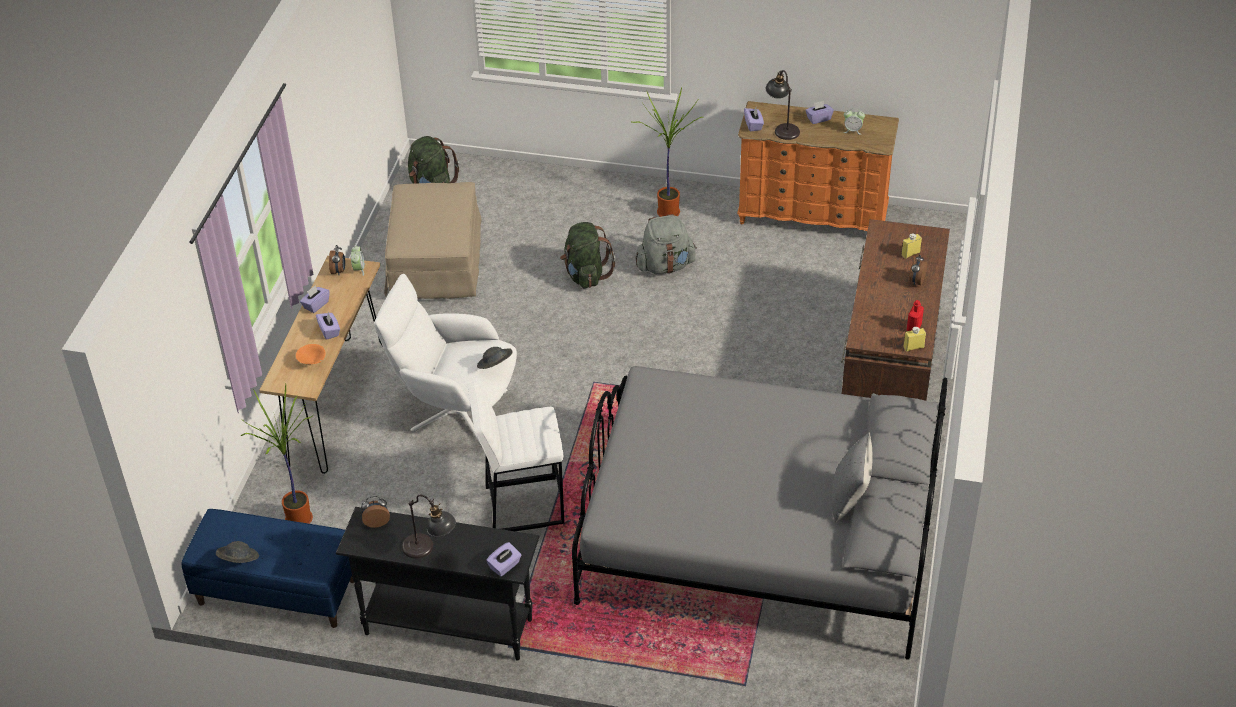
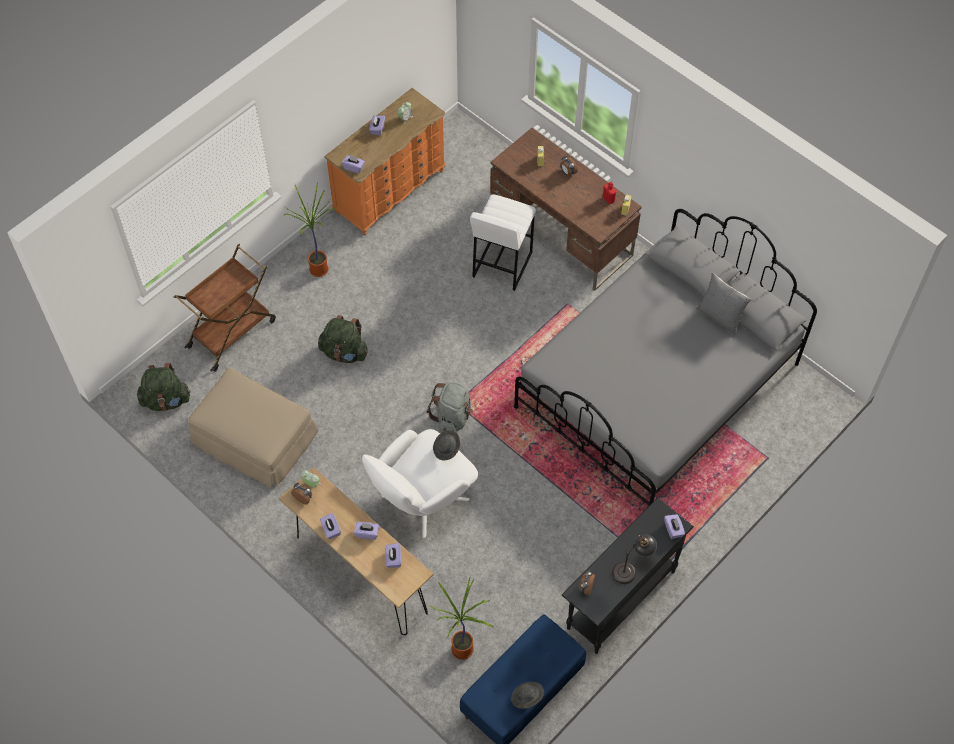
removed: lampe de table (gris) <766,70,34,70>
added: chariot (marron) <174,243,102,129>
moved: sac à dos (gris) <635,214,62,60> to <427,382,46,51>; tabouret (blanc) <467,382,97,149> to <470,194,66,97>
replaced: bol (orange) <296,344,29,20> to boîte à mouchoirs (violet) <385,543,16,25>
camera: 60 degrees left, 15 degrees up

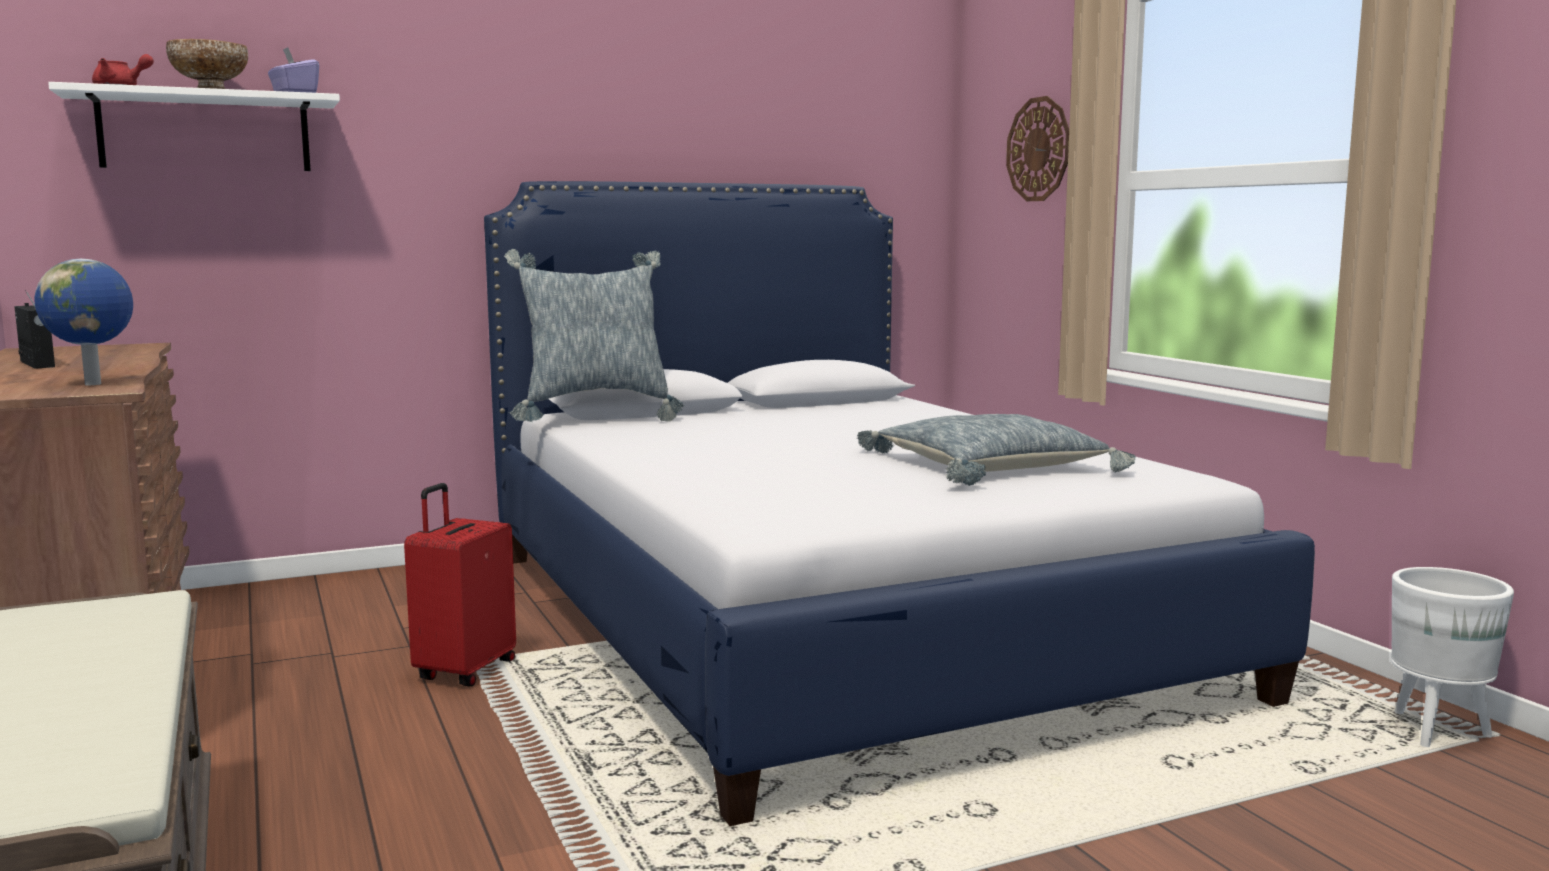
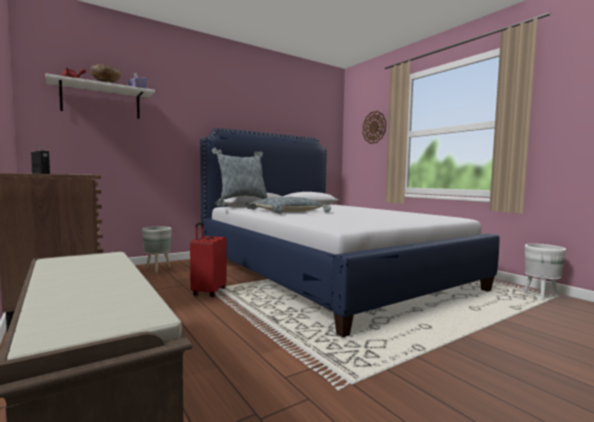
removed: globe <35,259,98,126>
added: cache-pot (gris) <142,227,30,45>
moved: coussin <857,414,279,72> to <245,197,86,17>
camera: 10 degrees left, 5 degrees down

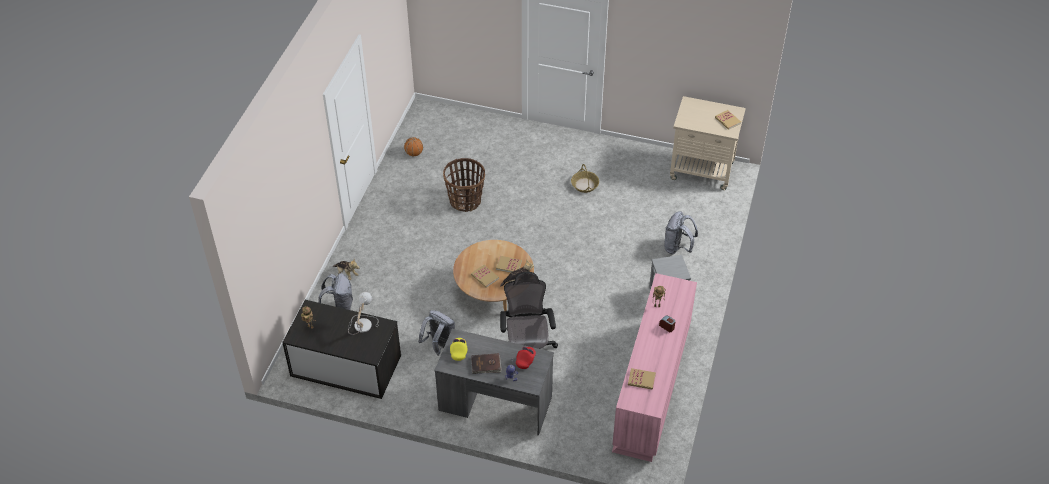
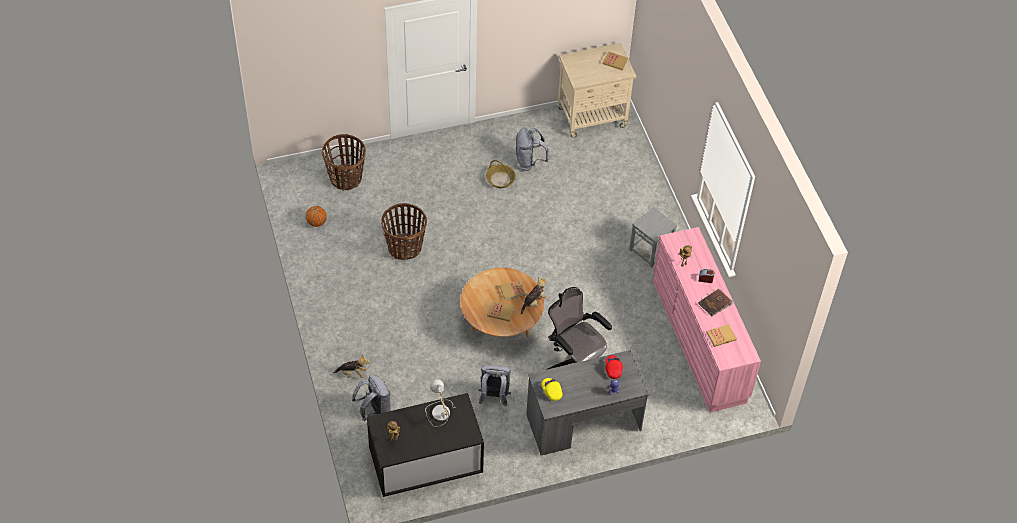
added: panier <322,134,44,56>
moved: sac à dos (gris) <664,211,34,43> to <515,128,33,43>; livre (marron) <471,353,31,21> to <698,289,35,27>
camera: 35 degrees left, 5 degrees up

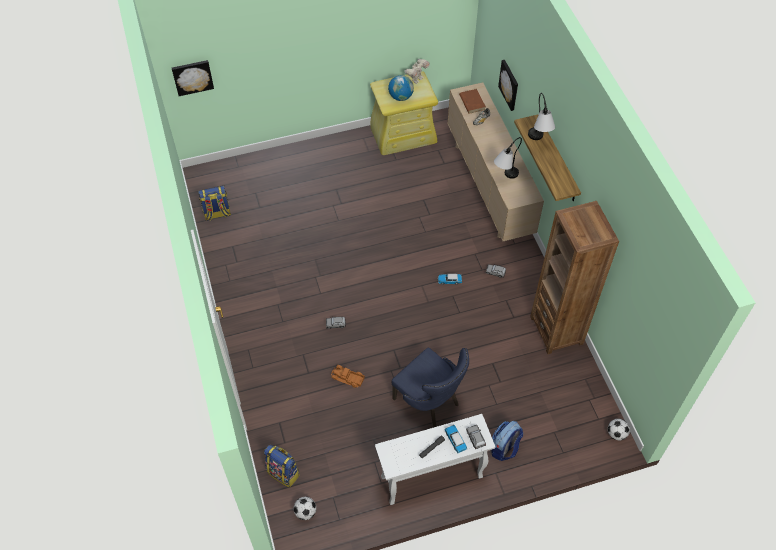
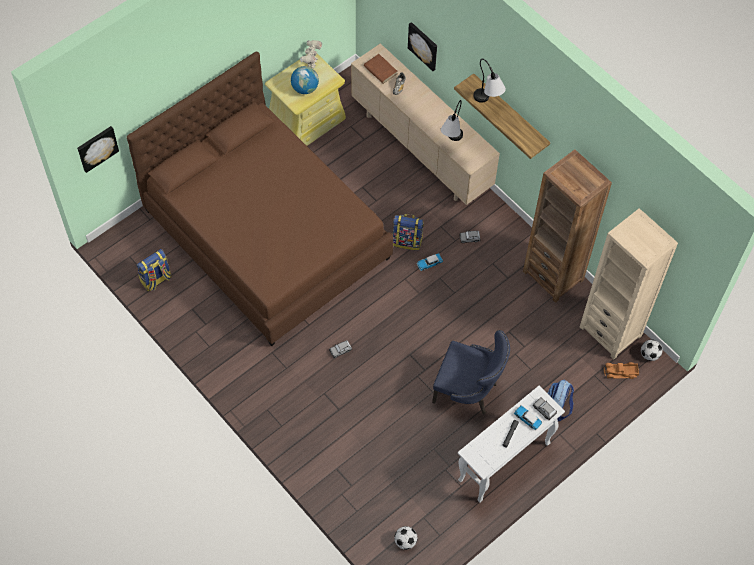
added: lit (marron) <127,52,266,294>; bibliothèque (beige) <580,208,98,152>
moved: sac à dos <264,445,36,43> to <393,214,31,36>; camion jouet <331,365,34,23> to <604,362,35,17>
camera: 25 degrees left, 5 degrees up

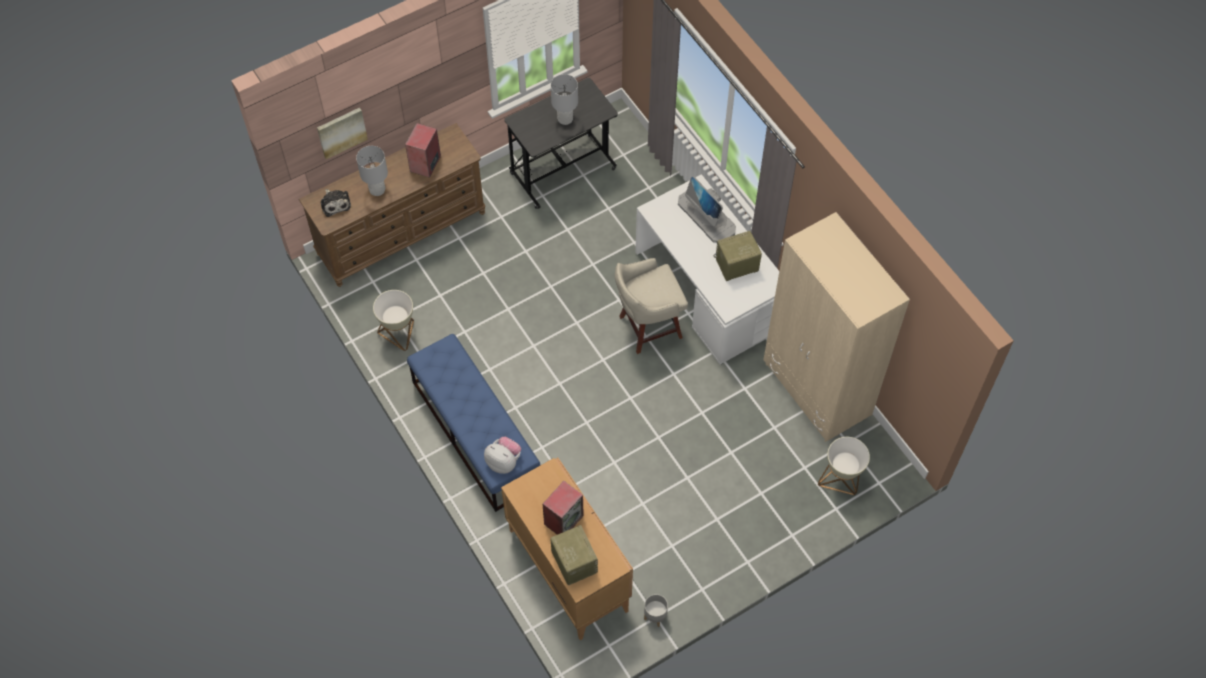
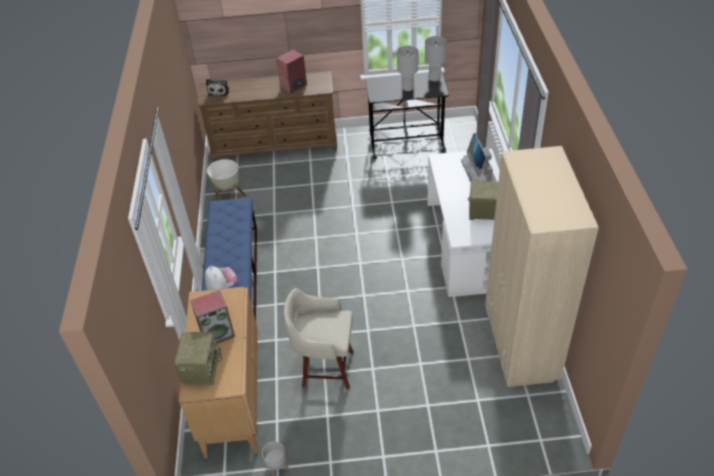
removed: tableau <317,108,51,51>; cache-pot <818,437,52,58>
moved: tabouret (beige) <615,258,73,96> to <283,288,71,101>; lampe de table (gris) <356,146,32,50> to <425,36,21,45>
camera: 30 degrees right, 15 degrees down

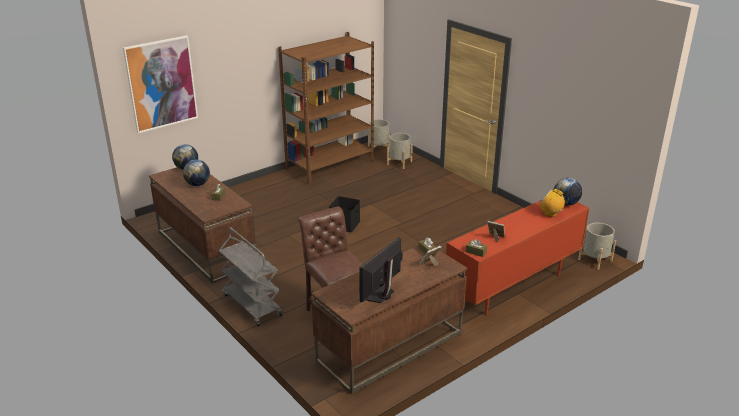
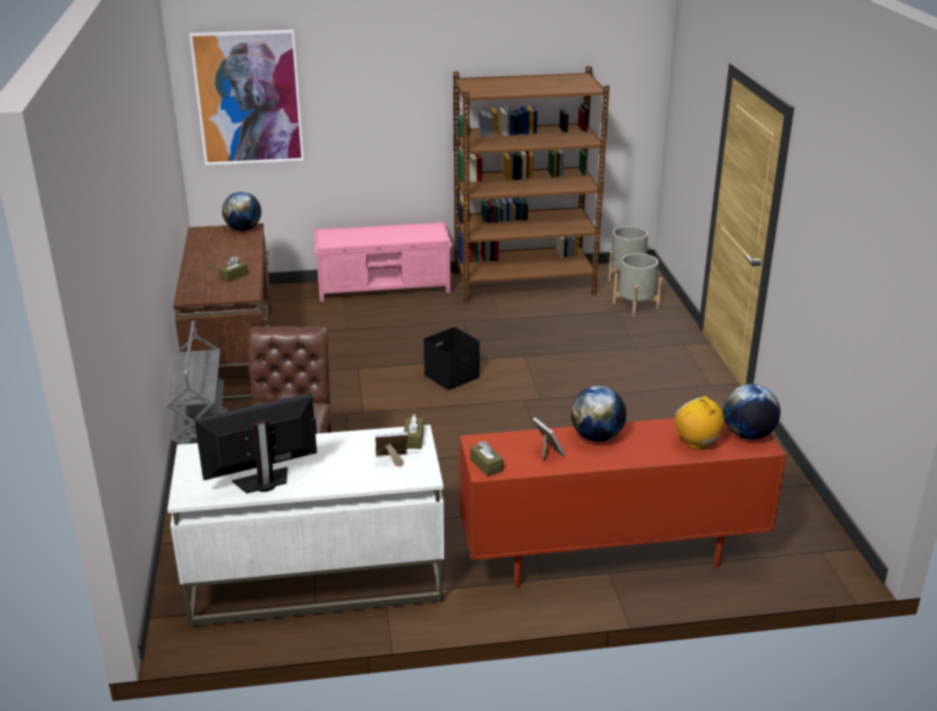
removed: cache-pot (gris) <578,223,38,47>
added: banc (rose) <314,222,138,80>
moved: globe <183,160,27,26> to <571,386,55,56>
recoloured: bureau (marron) <311,245,156,149> to bureau (blanc) <167,425,277,203>
camera: 30 degrees right, 0 degrees up

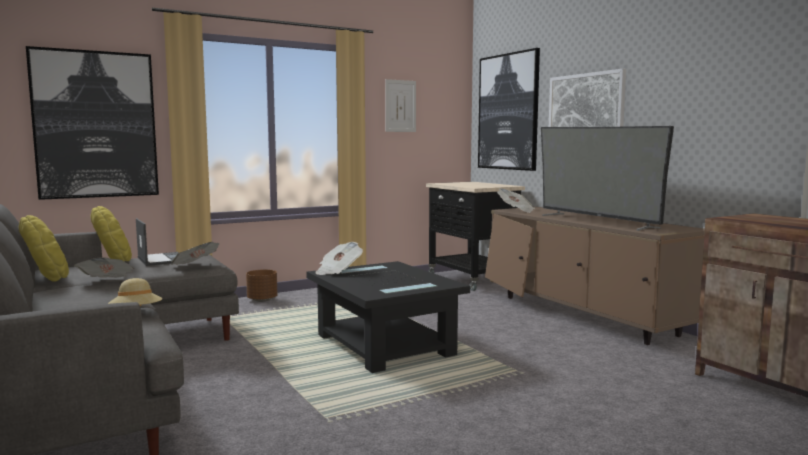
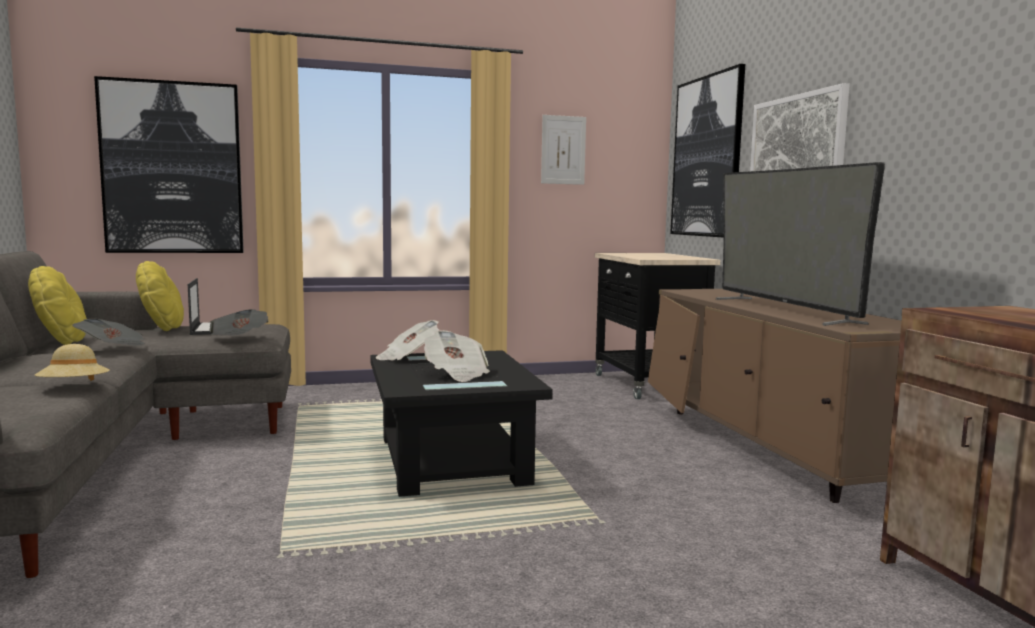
removed: cache-pot (marron) <246,269,32,33>
moved: journal <497,188,38,25> to <424,330,66,52>
camera: 15 degrees right, 0 degrees up

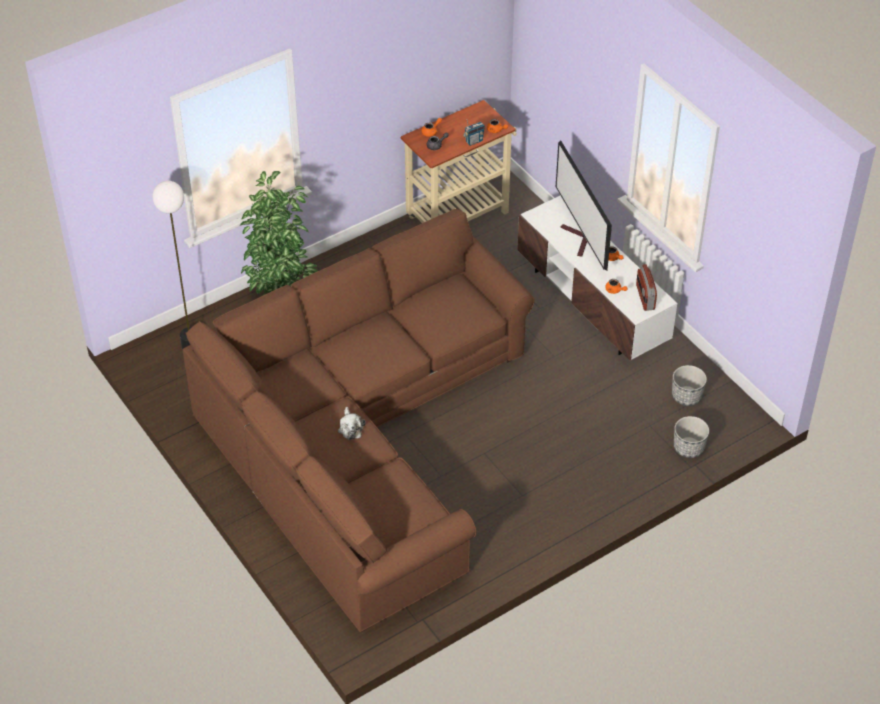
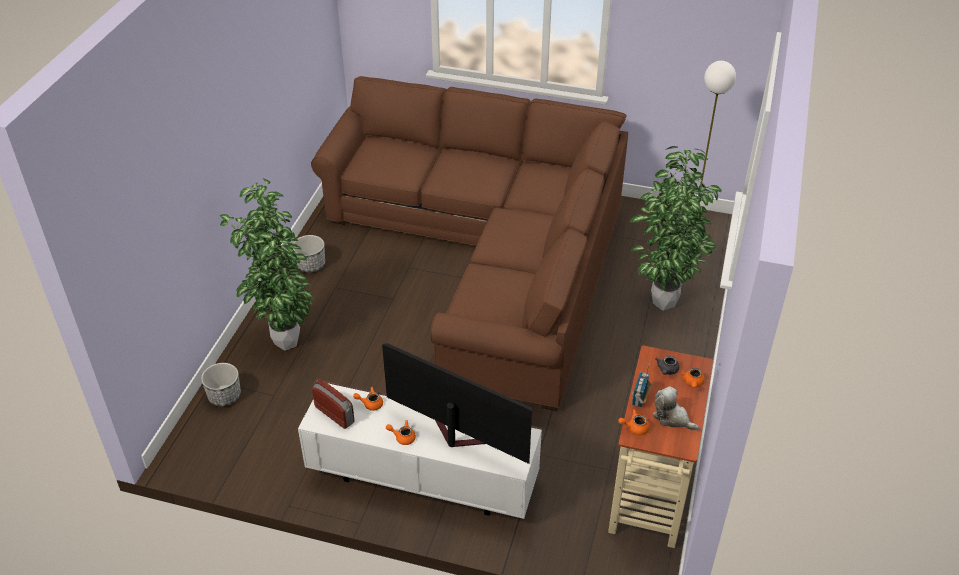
added: plante en pot <220,178,94,173>
moved: cache-pot <672,365,35,41> to <292,235,33,38>; peluche <338,407,27,33> to <653,386,46,45>
camera: 140 degrees right, 5 degrees down

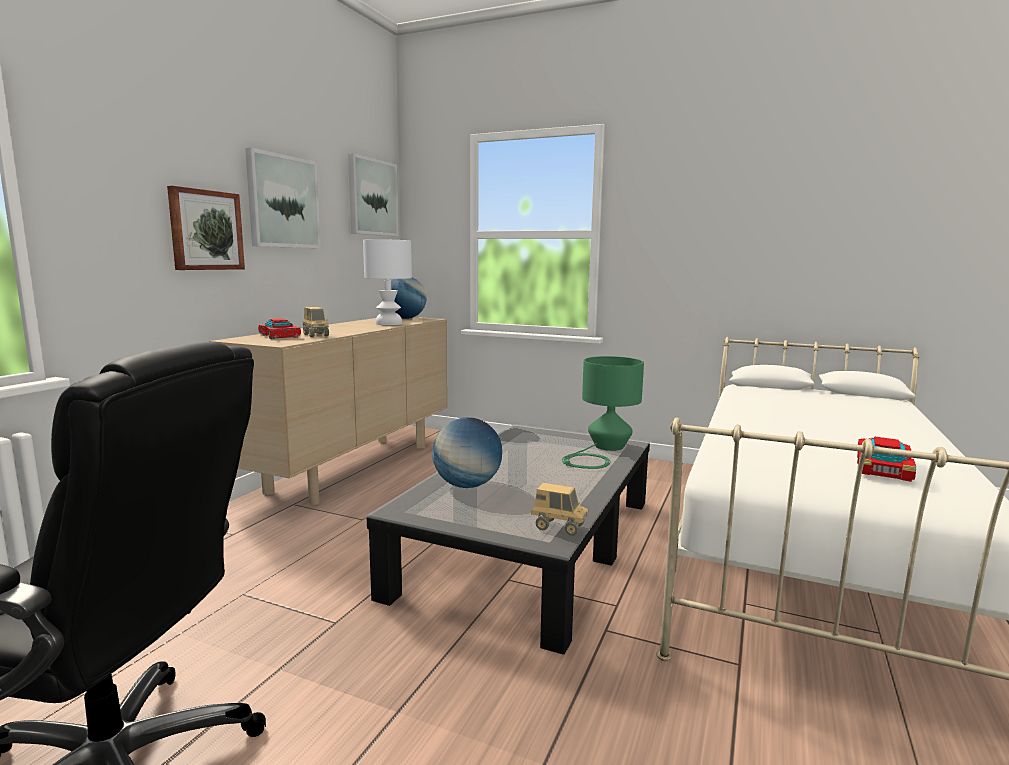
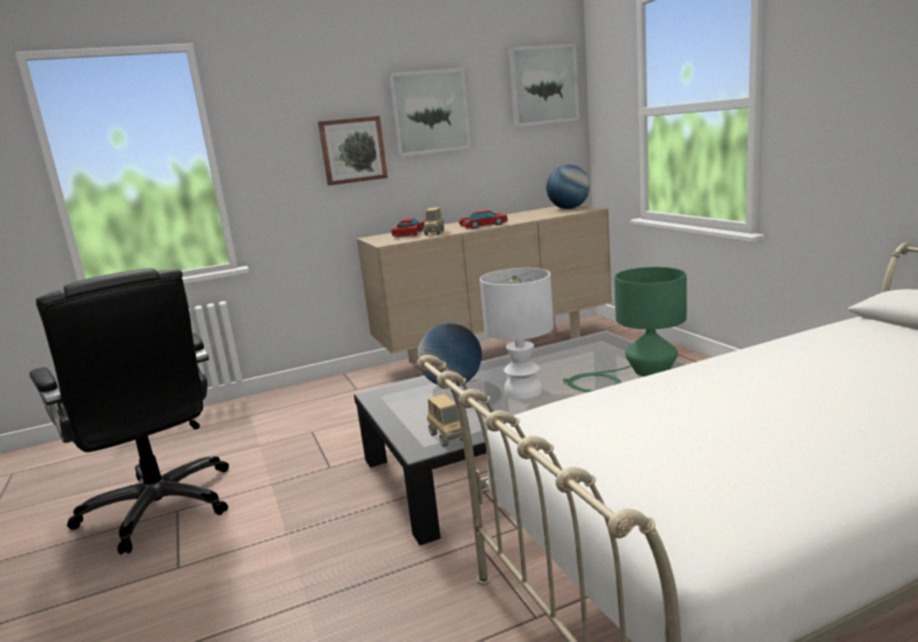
moved: petite voiture <857,436,59,46> to <459,210,49,19>; lampe de table (blanc) <363,239,49,86> to <480,268,74,131>
camera: 45 degrees right, 5 degrees up

